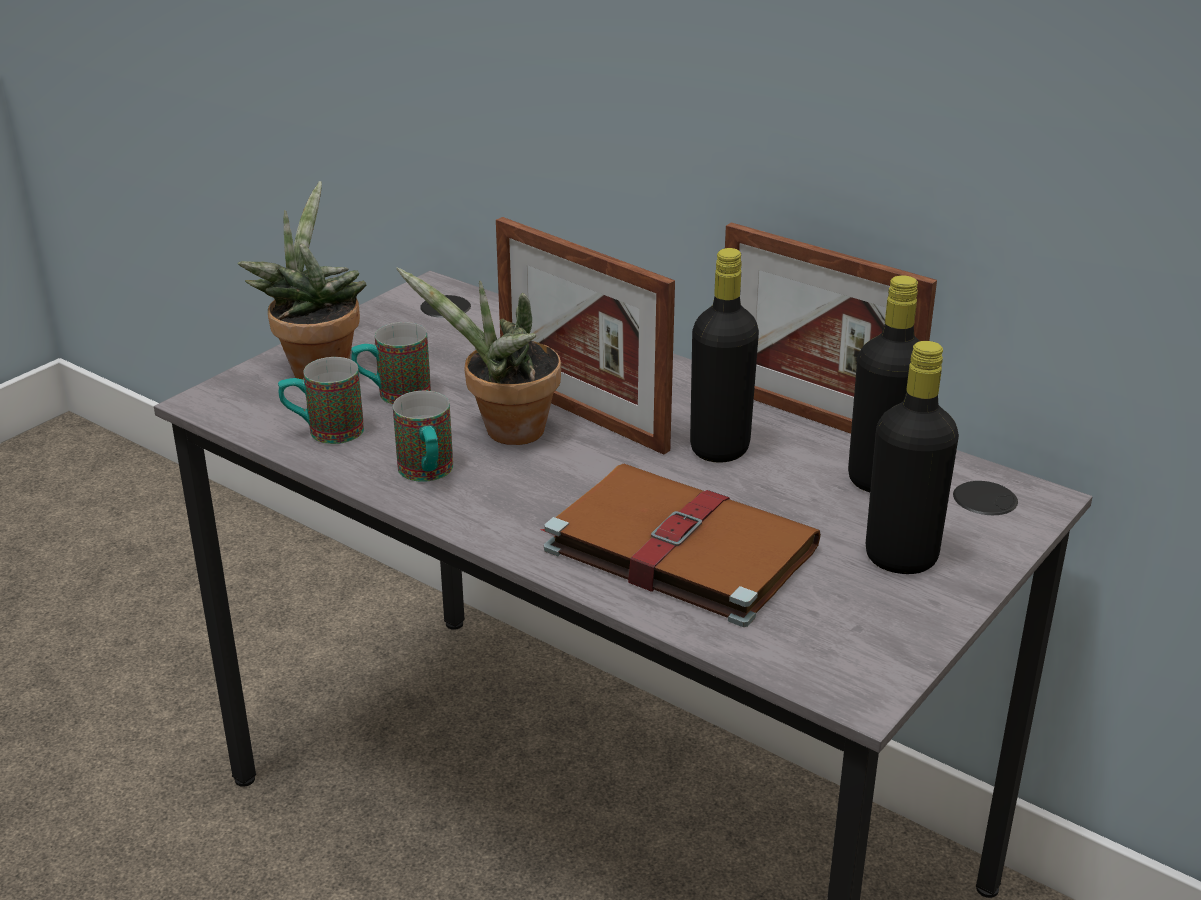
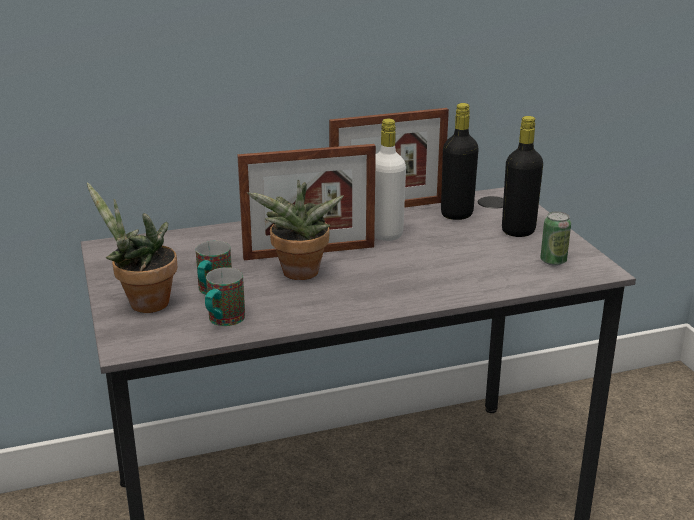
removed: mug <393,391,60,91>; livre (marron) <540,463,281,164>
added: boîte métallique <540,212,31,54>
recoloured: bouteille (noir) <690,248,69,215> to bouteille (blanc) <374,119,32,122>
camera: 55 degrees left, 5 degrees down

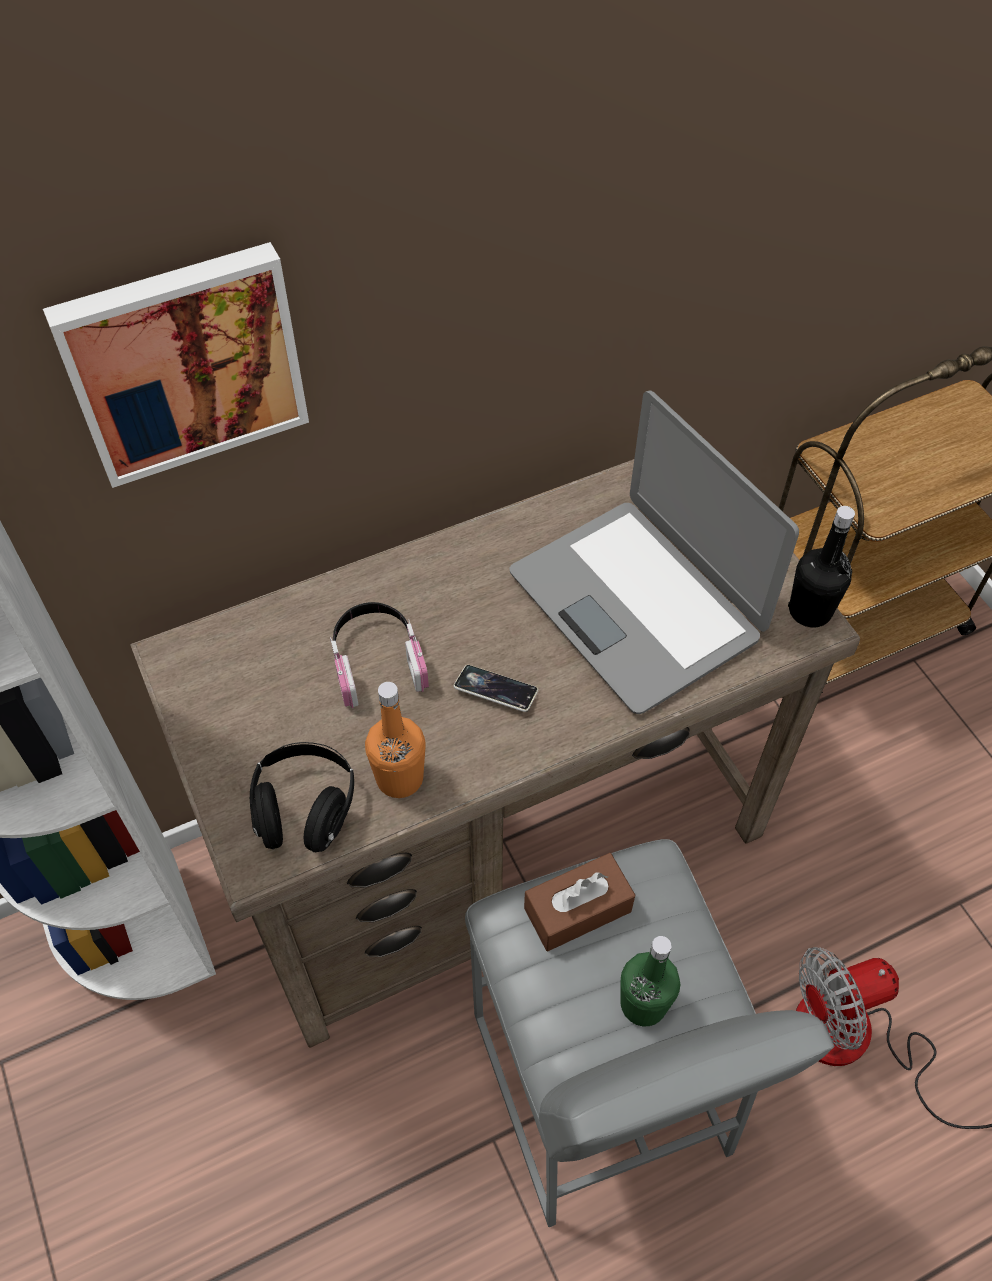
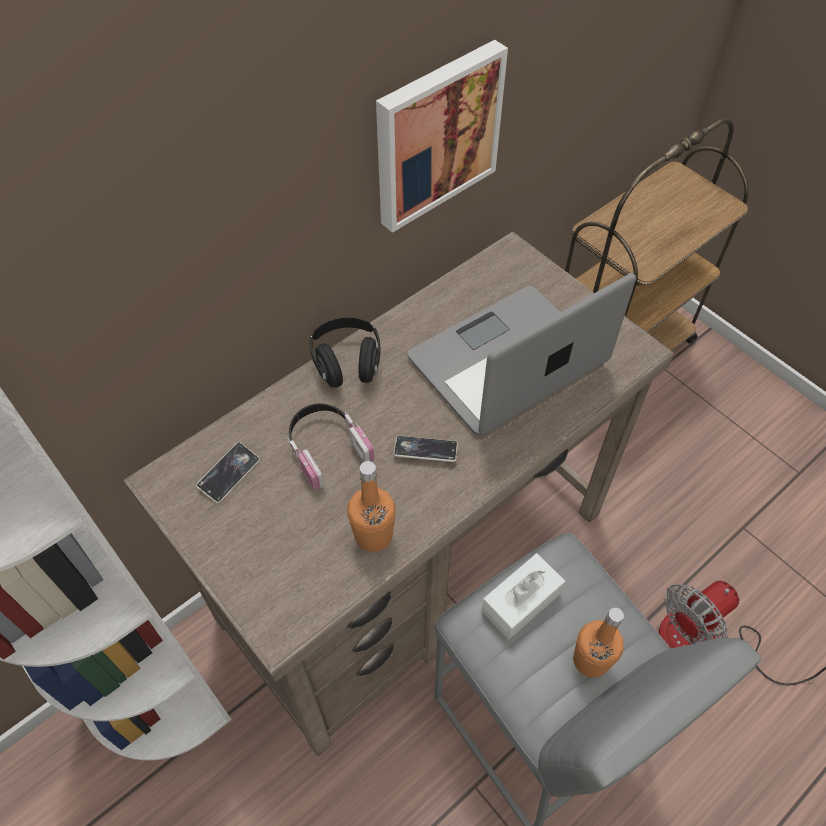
removed: bouteille (noir) <788,506,67,122>
added: téléphone <196,442,64,61>
moved: casque audio (noir) <250,742,104,110> to <310,317,71,71>; tableau <43,242,266,246> to <376,40,132,193>
recoloured: boîte à mouchoirs (marron) <524,853,111,98> to boîte à mouchoirs (blanc) <481,553,84,87>; bouteille (vert) <620,936,60,90> to bouteille (orange) <573,608,51,70>
turned: ordinateur portable <510,390,289,324> = <407,273,229,163> 105 degrees clockwise
camera: 15 degrees left, 0 degrees up

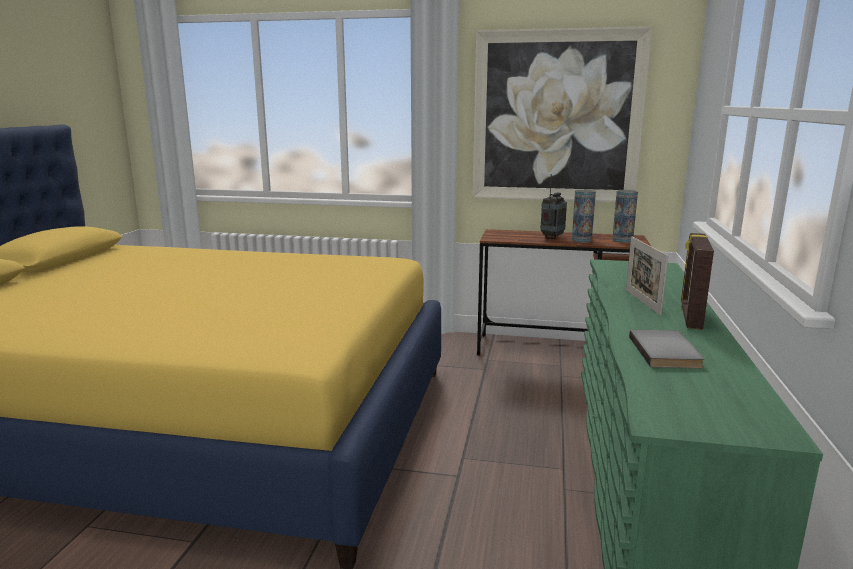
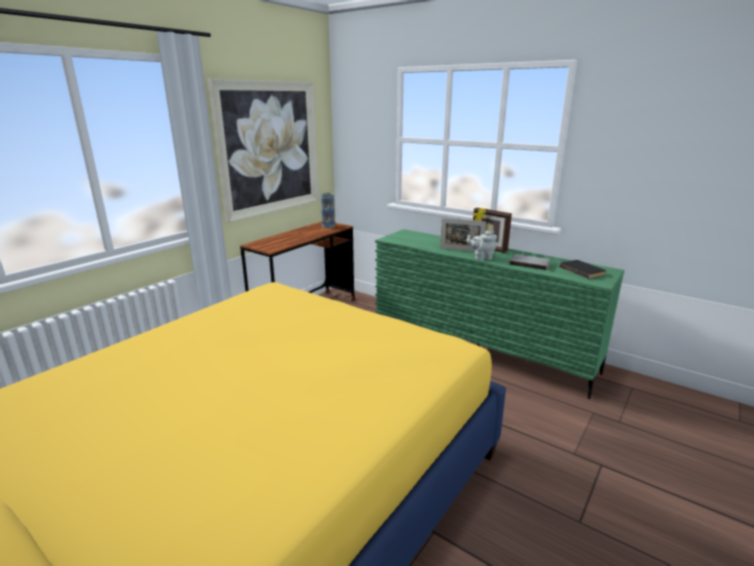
removed: radio <540,174,27,65>; vase <572,189,24,53>
added: théière (gris) <467,231,30,29>; livre (noir) <559,260,47,19>
camera: 65 degrees left, 5 degrees up

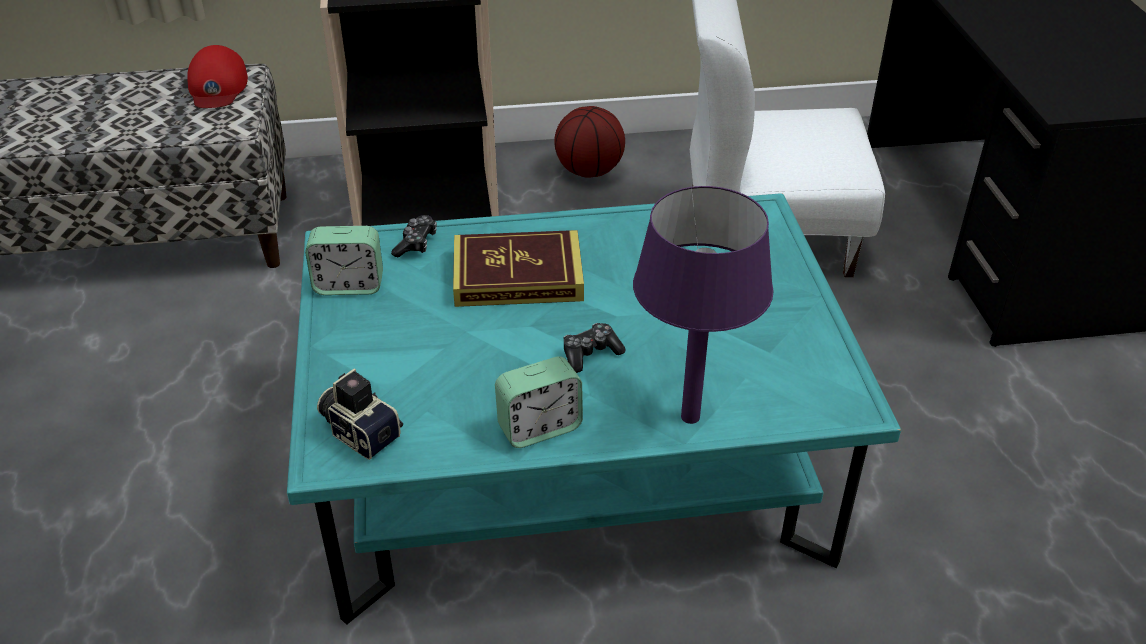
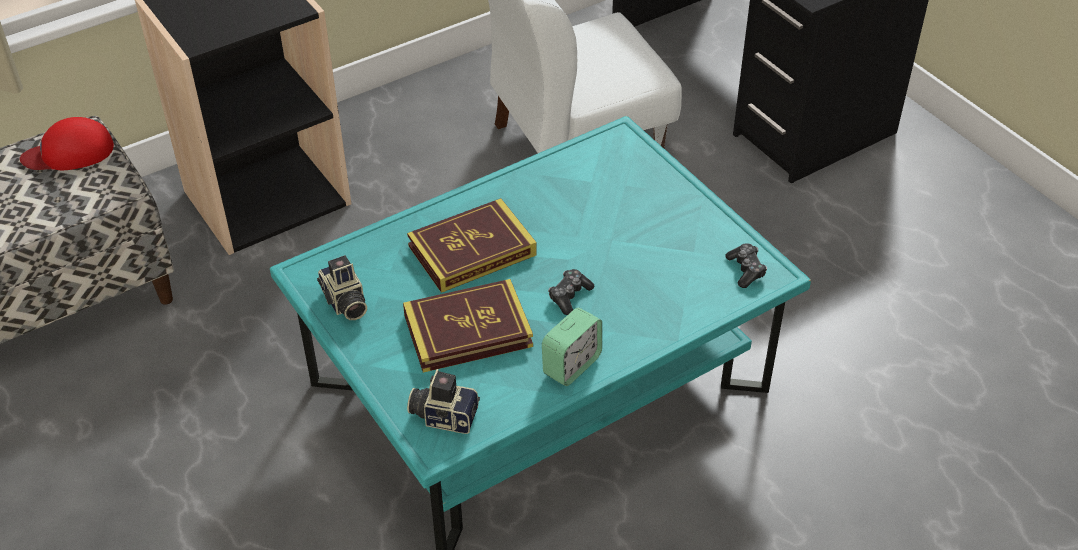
removed: ballon de basket <554,106,71,72>; lampe de table (violet) <633,186,140,238>
added: livre <403,279,130,94>
moved: manette <391,215,46,43> to <725,243,42,45>
replaced: réveil <305,226,78,69> to appareil photo <317,255,50,65>
turned: casquette (rouge) <187,45,61,63> = <20,117,94,53> 105 degrees clockwise
camera: 25 degrees left, 5 degrees up

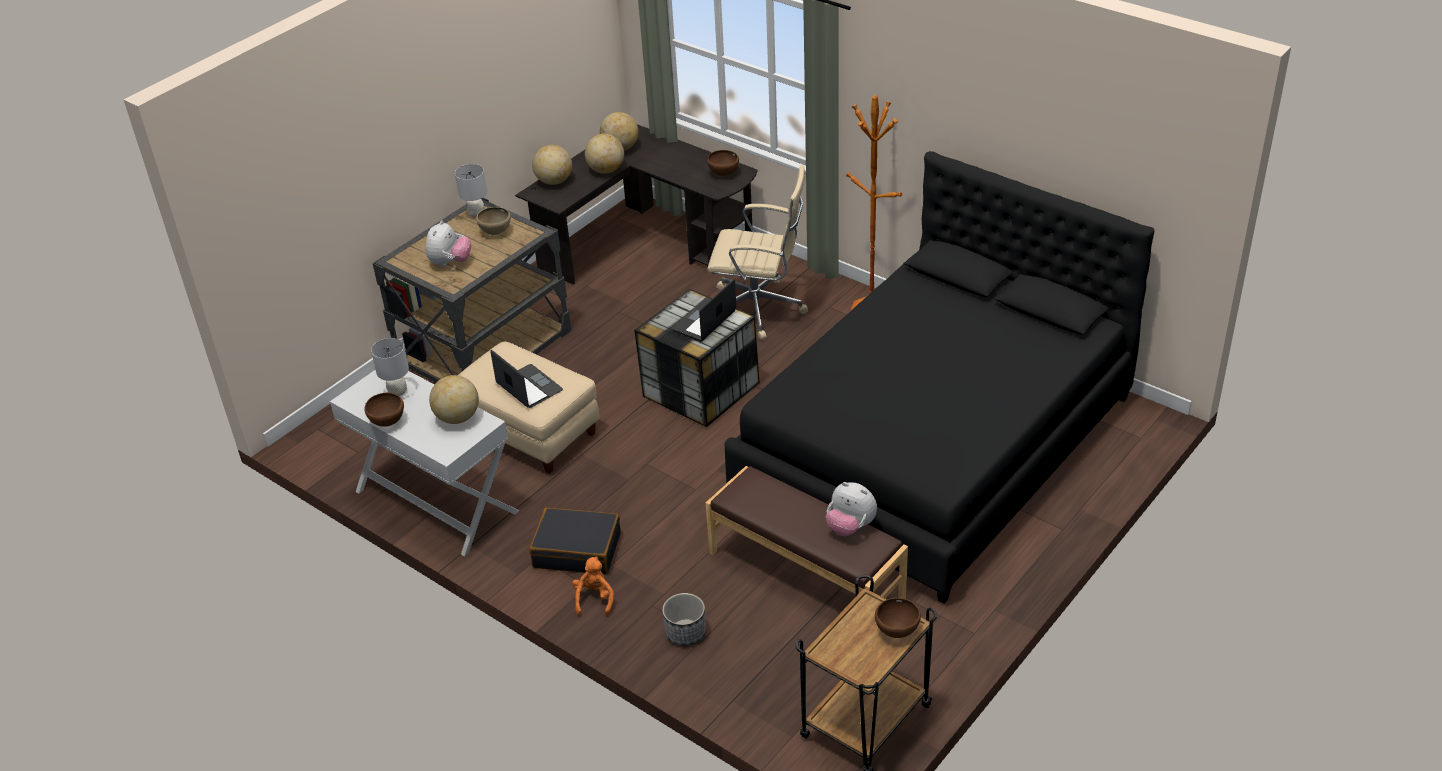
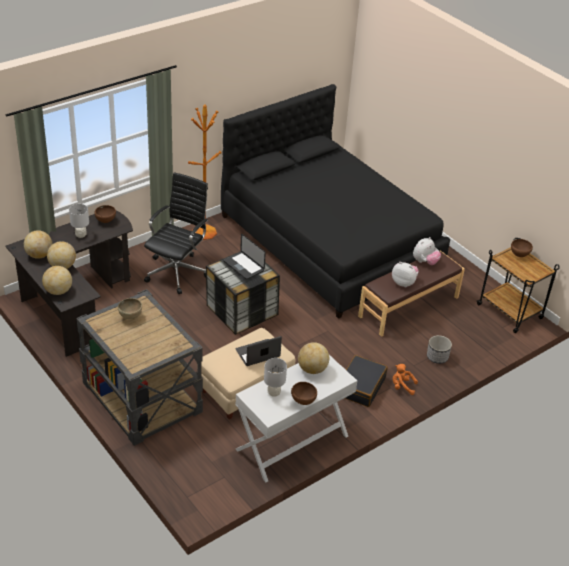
moved: lampe de table (gris) <455,164,32,54> to <69,204,20,34>; peluche <426,220,45,47> to <392,262,27,25>
recoloured: chaise de bureau (beige) <708,165,100,175> to chaise de bureau (noir) <144,172,65,122>
camera: 80 degrees left, 0 degrees up

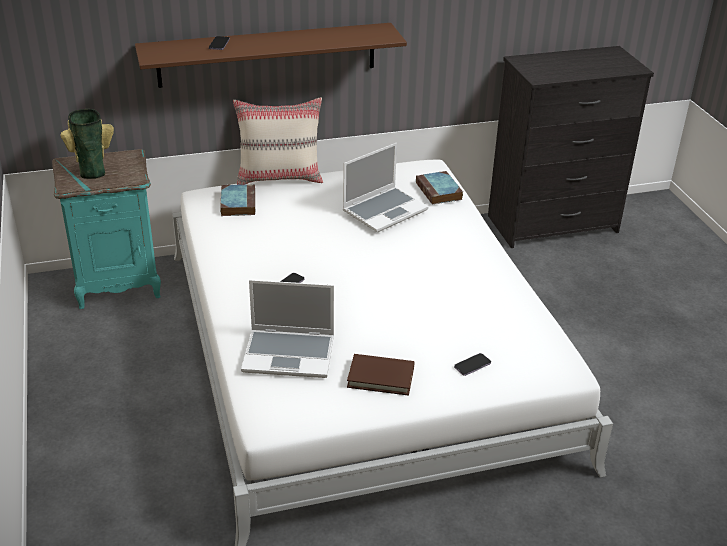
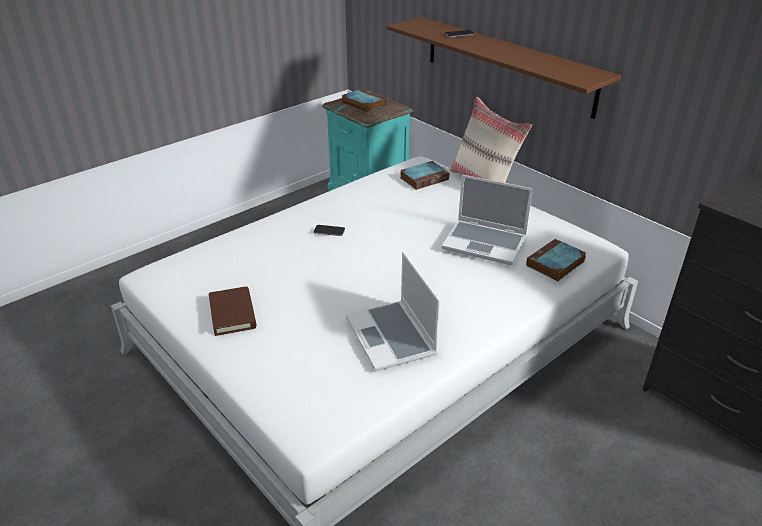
removed: téléphone <454,353,37,23>
moved: ordinateur portable <241,280,93,98> to <346,252,94,119>
replaced: vase <61,109,53,70> to livre <342,89,44,23>
camera: 65 degrees right, 0 degrees up

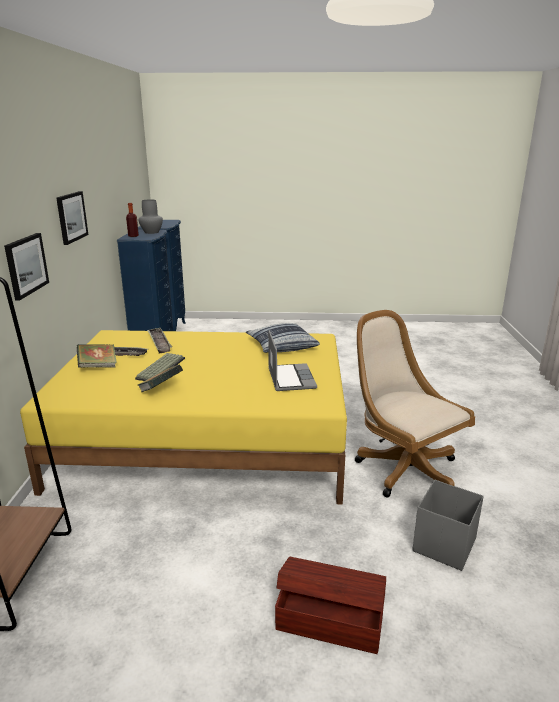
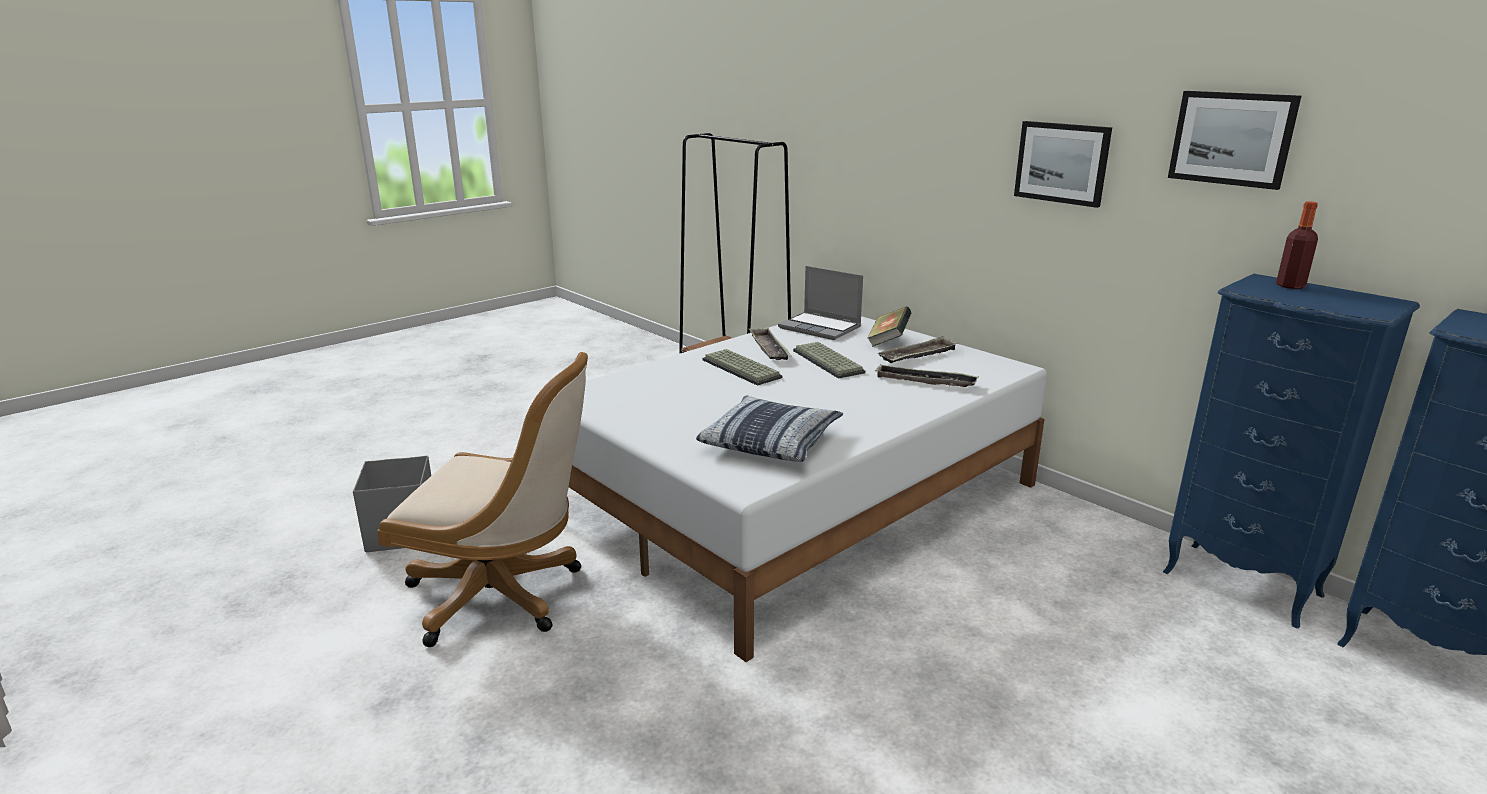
removed: vase (gris) <139,200,24,34>; boîte de rangement (marron) <275,557,111,97>
added: clavier <703,349,79,37>
moved: ordinateur portable <268,330,49,61> to <778,266,85,74>; tableau <4,233,45,67> to <1168,91,133,99>
replaced: livre <138,364,45,28> to plateau <749,328,43,32>
recoloured: lit (jaune) <20,330,327,174> to lit (blanc) <569,316,478,346>
camera: 135 degrees right, 0 degrees up

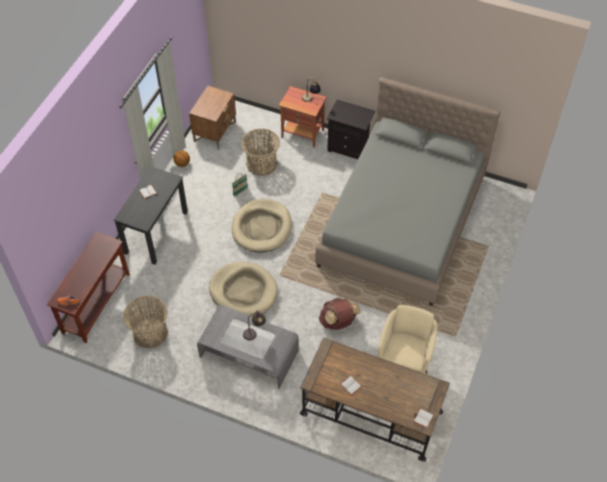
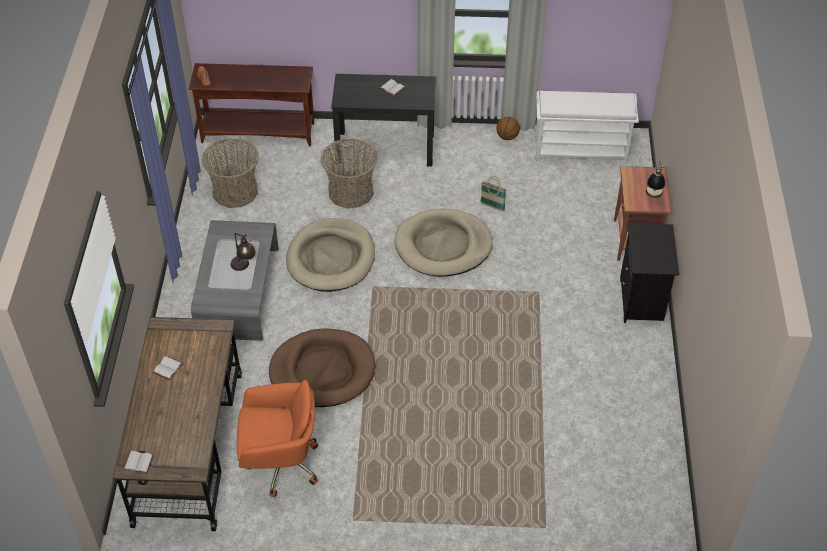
removed: lit (gris) <315,77,185,229>
moved: panier <241,128,39,48> to <320,139,58,69>
replaced: sac à dos (marron) <319,298,42,32> to panier pour chien (marron) <269,328,107,79>; table de chevet (marron) <189,86,47,64> to banc (blanc) <535,91,104,72>
recoloured: chaise de bureau (beige) <378,305,60,70> to chaise de bureau (orange) <237,380,81,117>
camera: 70 degrees right, 5 degrees down

